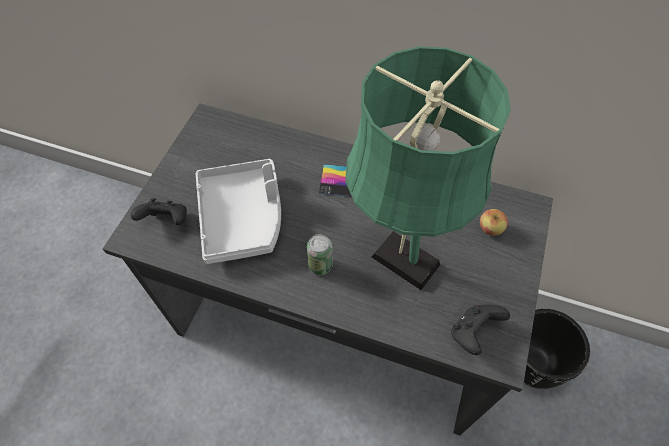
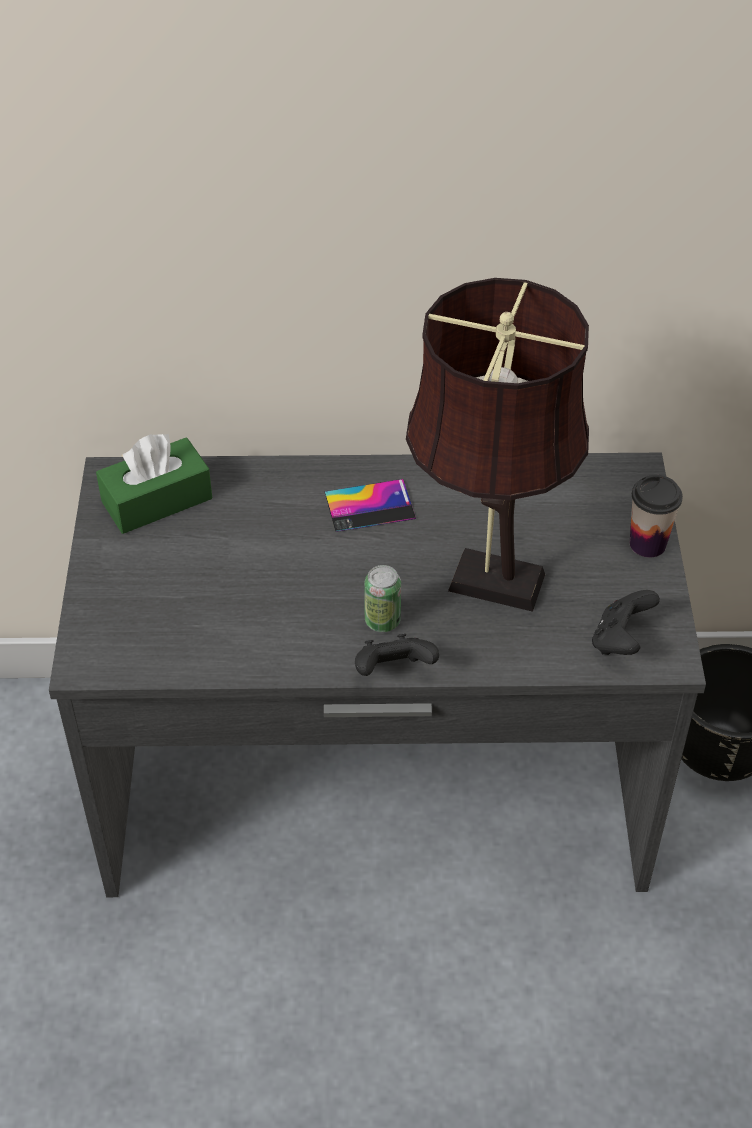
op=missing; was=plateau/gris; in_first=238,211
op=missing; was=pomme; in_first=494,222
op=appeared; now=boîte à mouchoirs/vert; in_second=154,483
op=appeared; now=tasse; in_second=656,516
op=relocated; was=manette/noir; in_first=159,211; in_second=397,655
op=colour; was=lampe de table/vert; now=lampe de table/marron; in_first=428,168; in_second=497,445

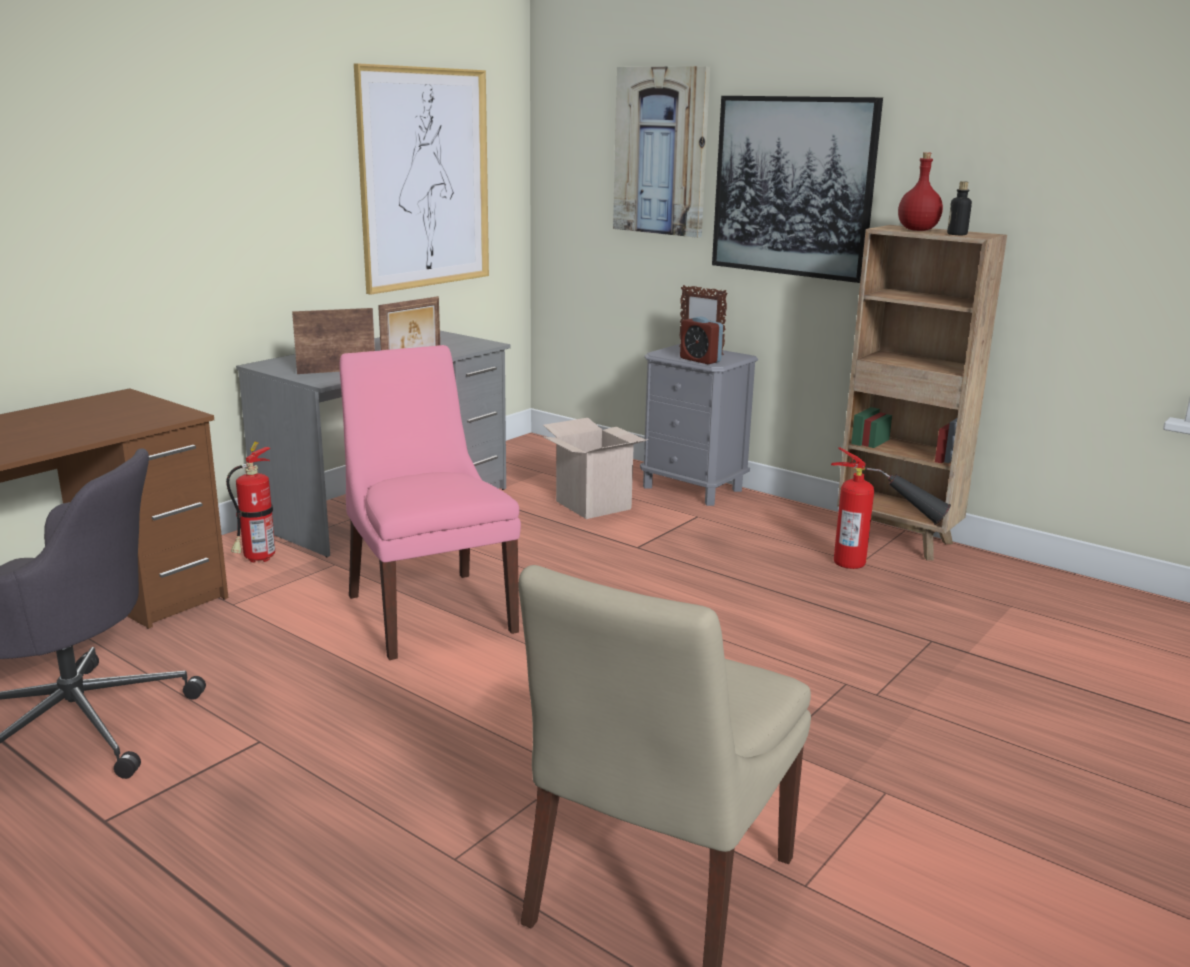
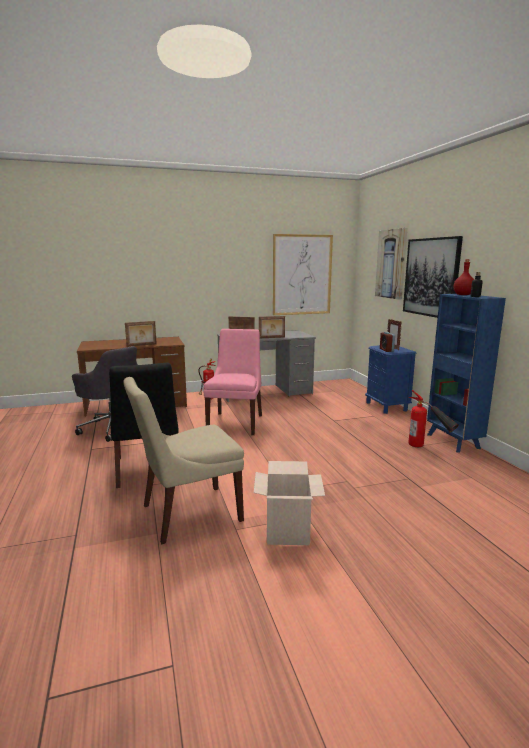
op=appeared; now=chaise/noir; in_second=144,425
op=appeared; now=cadre photo; in_second=141,334
op=relocated; was=carton; in_first=596,468; in_second=289,503
op=colour; was=table de chevet/gris; now=table de chevet/bleu; in_first=699,425; in_second=391,379
op=colour; was=bibliothèque/marron; now=bibliothèque/bleu; in_first=922,393; in_second=466,373

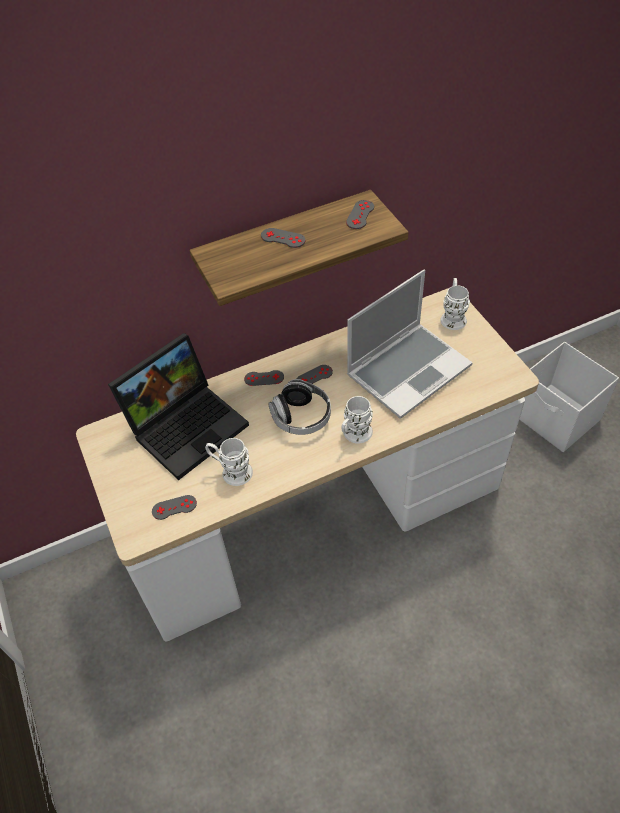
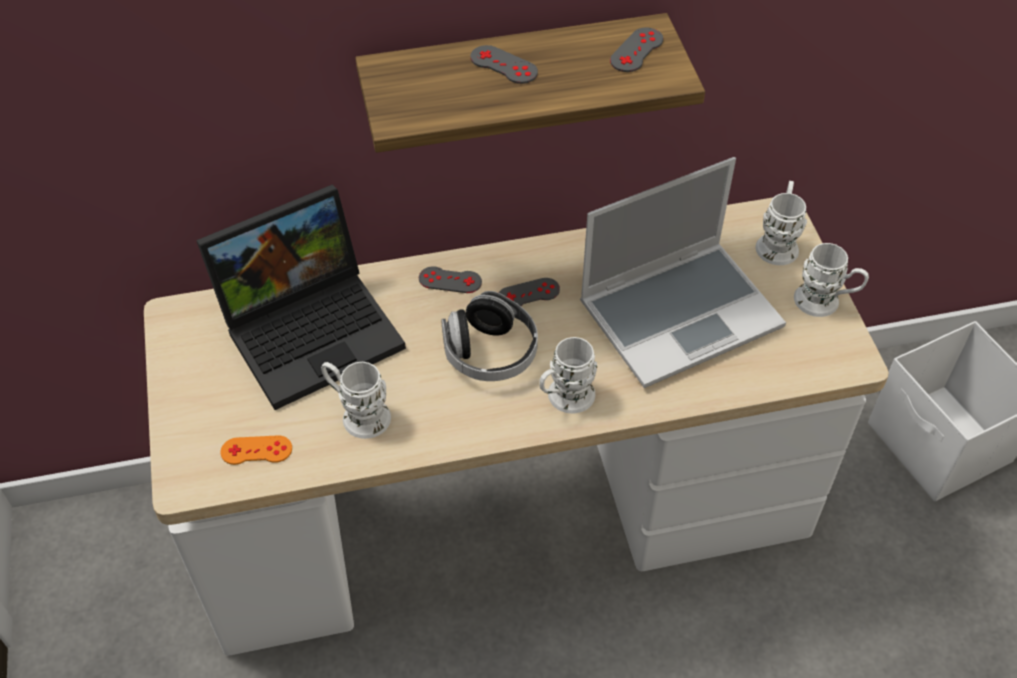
op=appeared; now=mug/blanc; in_second=831,280
op=colour; was=manette/gris; now=manette/orange; in_first=174,507; in_second=256,450

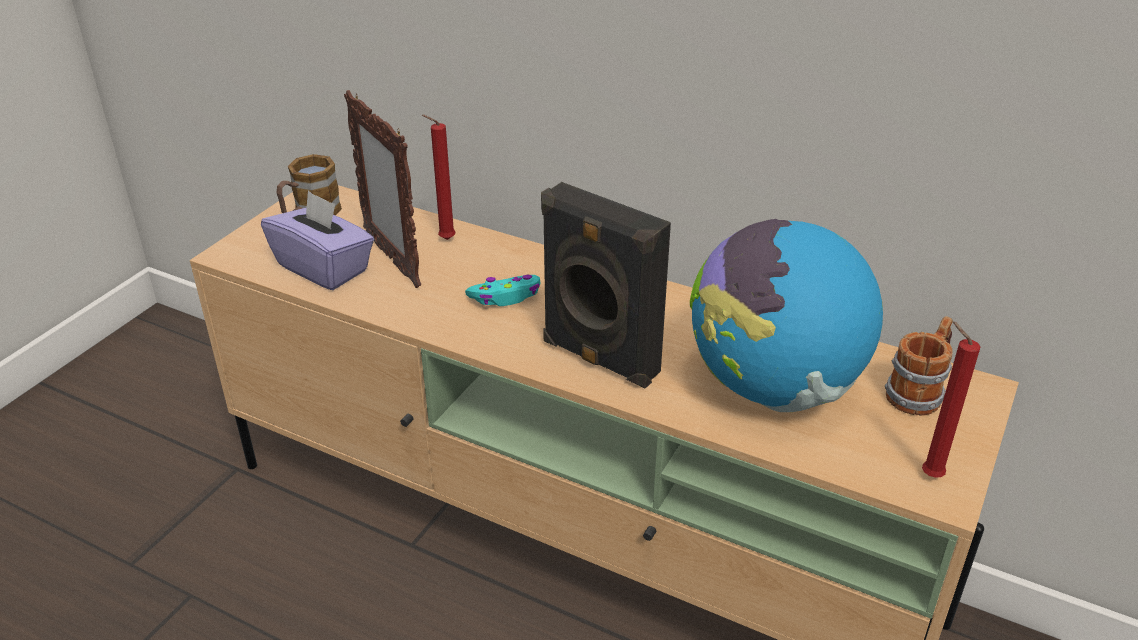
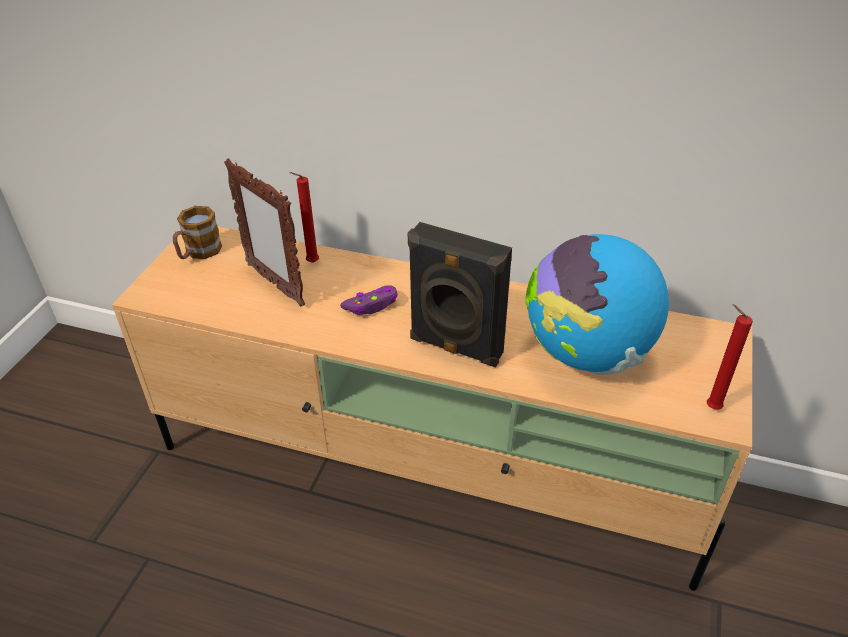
op=missing; was=boîte à mouchoirs/violet; in_first=317,240
op=missing; was=mug; in_first=919,366
op=colour; was=manette/turquoise; now=manette/violet; in_first=503,290; in_second=369,300

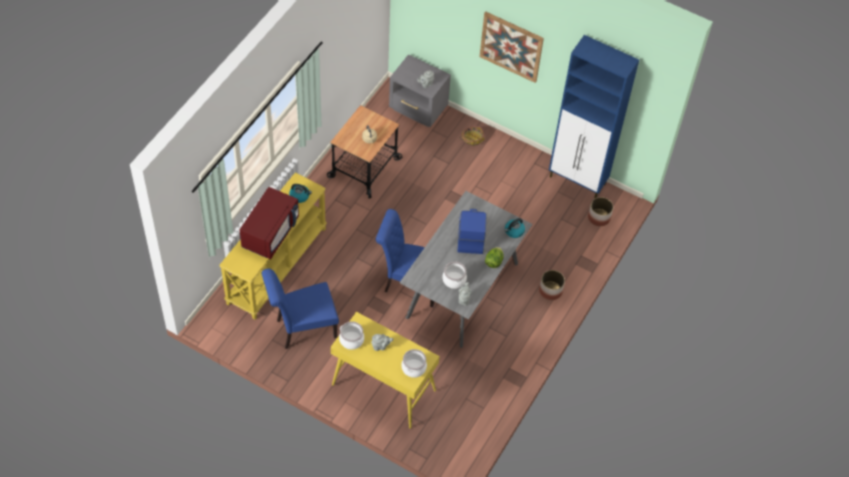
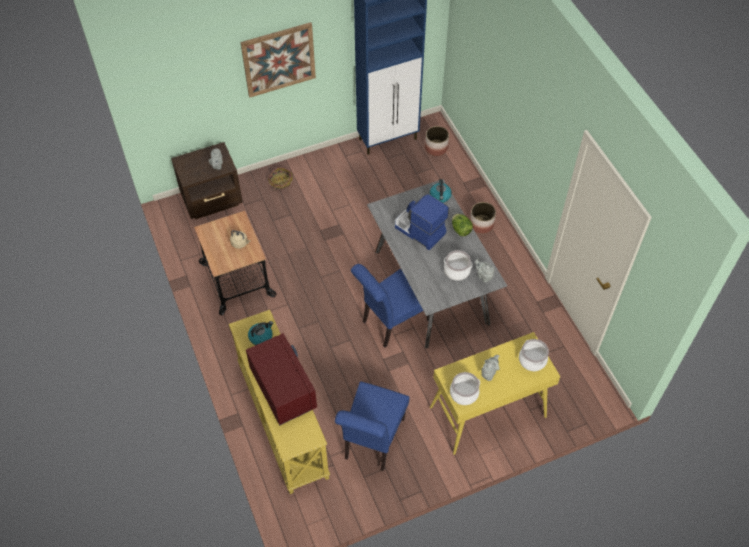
op=colour; was=table de chevet/gris; now=table de chevet/marron; in_first=420,90; in_second=207,180

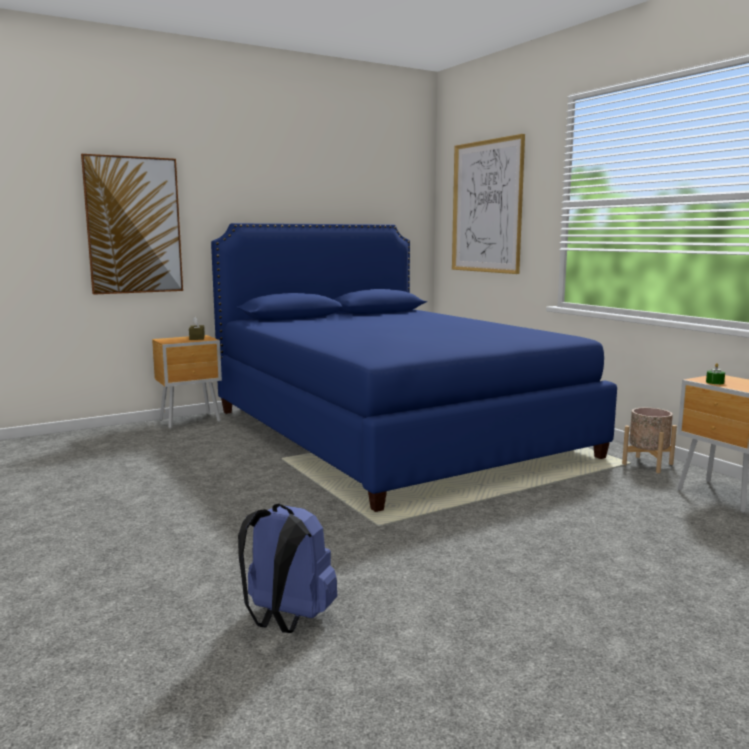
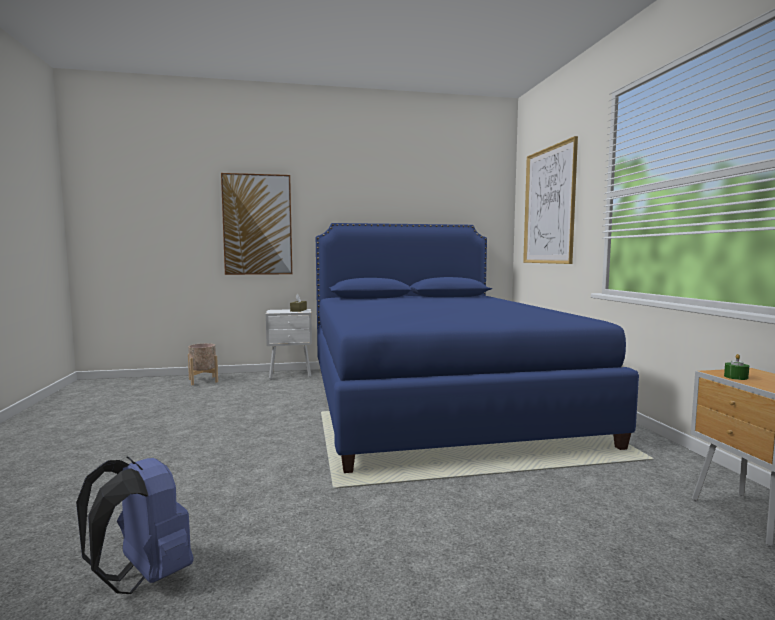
op=relocated; was=cache-pot/beige; in_first=649,440; in_second=203,364
op=colour; was=table de chevet/marron; now=table de chevet/blanc; in_first=187,382; in_second=289,344

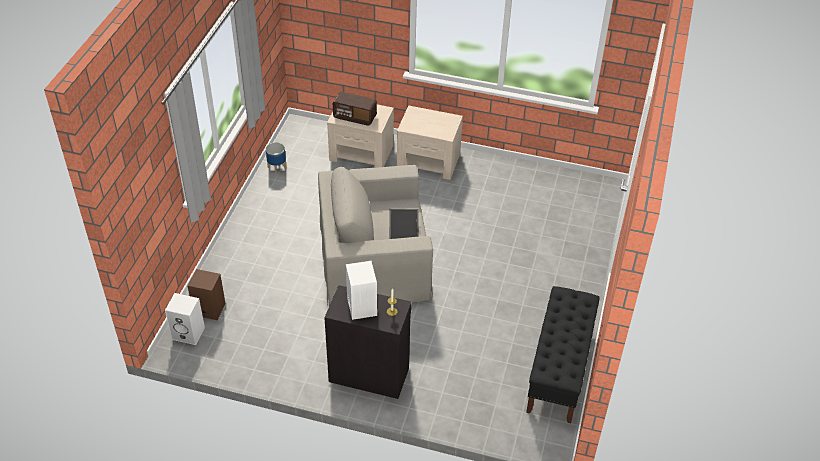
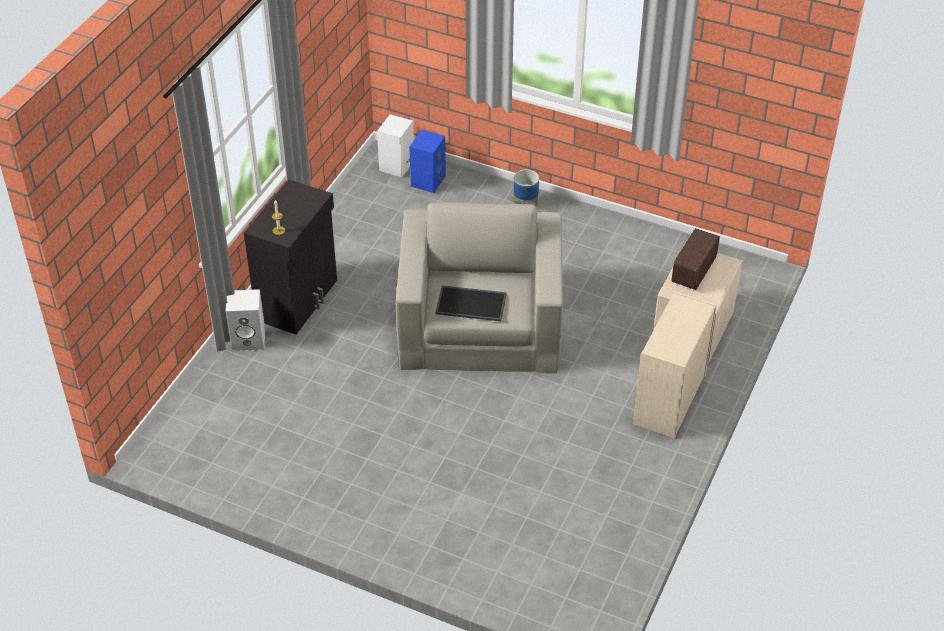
op=missing; was=banc/noir; in_first=563,354
op=relocated; was=cache-pot; in_first=276,158; in_second=526,188
op=relocated; was=enceinte/blanc; in_first=361,290; in_second=245,320
op=exchanged; was=table de chevet/beige; now=commode/beige; in_first=430,142; in_second=675,364
op=colour; was=enceinte/marron; now=enceinte/bleu; in_first=206,294; in_second=427,161

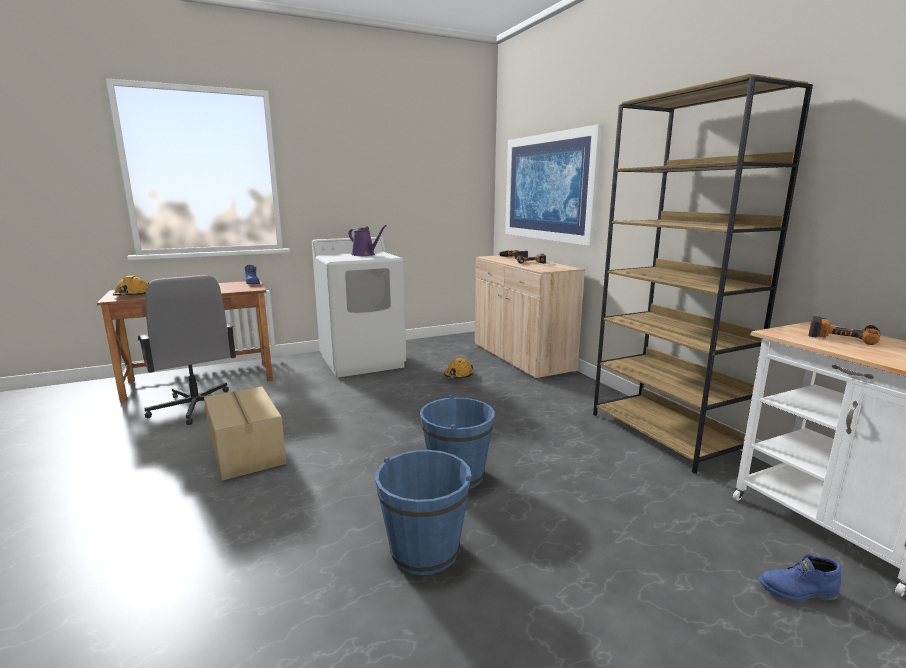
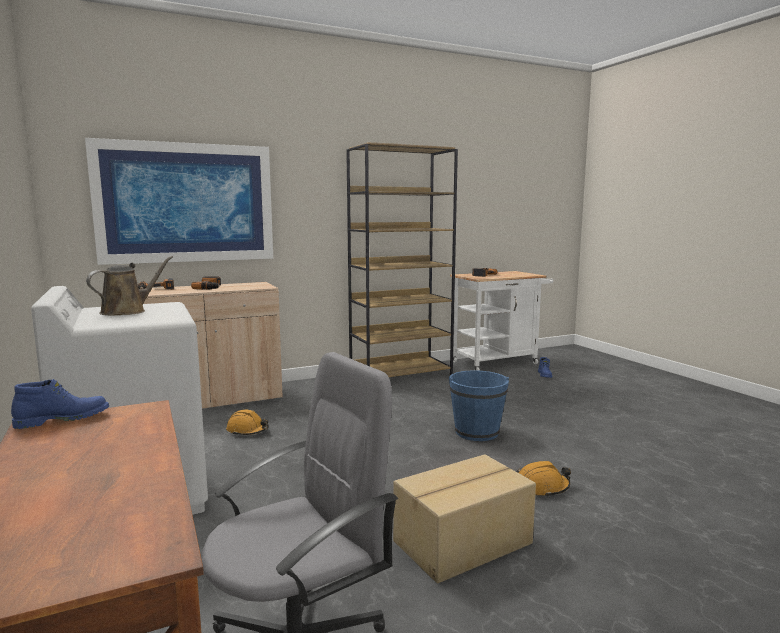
op=missing; was=seau/bleu; in_first=423,512
op=relocated; was=casque de chantier/orange; in_first=131,285; in_second=543,479
op=colour; was=arrosoir/violet; now=arrosoir/marron; in_first=367,240; in_second=129,286

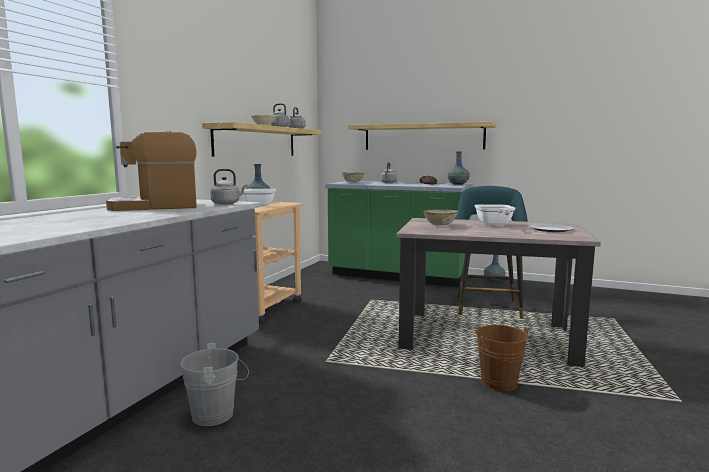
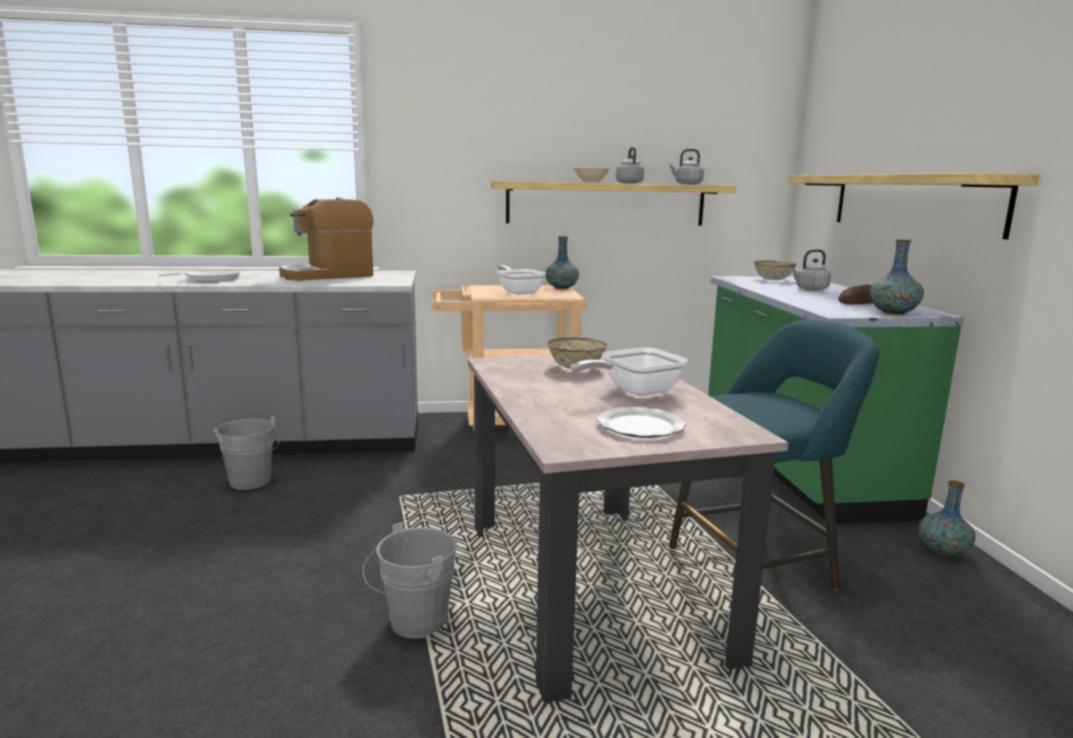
op=missing; was=bouilloire/gris; in_first=228,187
op=appeared; now=poêle; in_second=200,275
op=colour; was=seau/marron; now=seau/gris; in_first=504,358; in_second=410,580
op=spun; was=machine à café; in_first=151,171; in_second=326,239; clockwise=-75

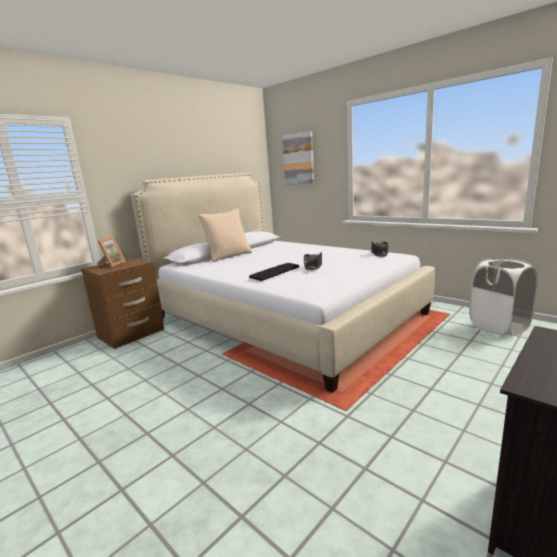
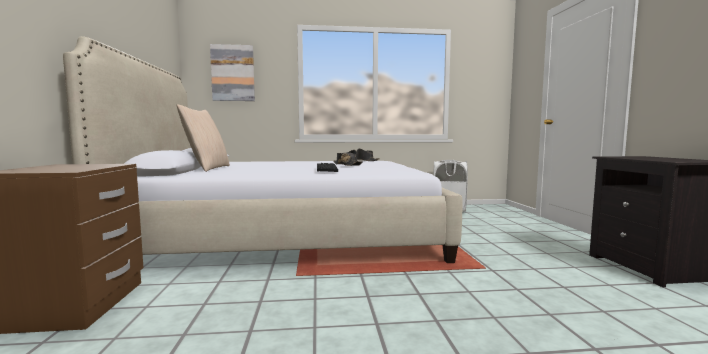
op=missing; was=cadre photo; in_first=111,252

